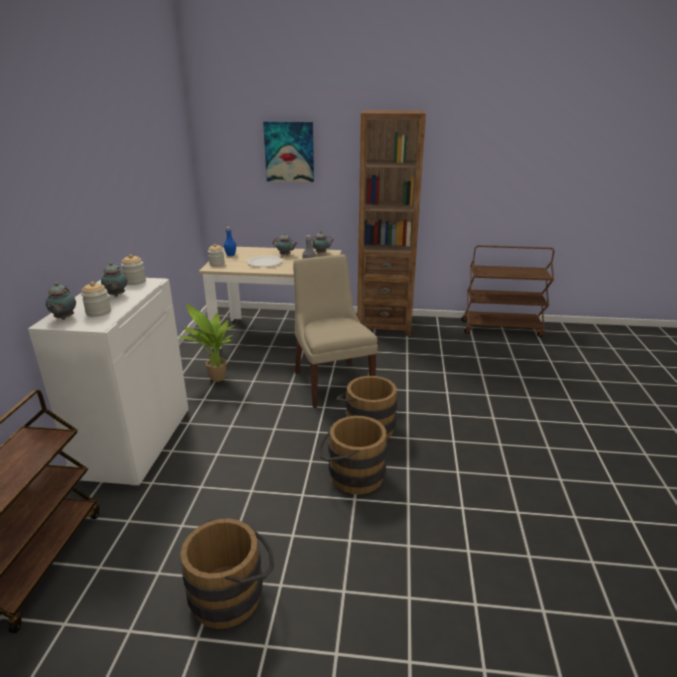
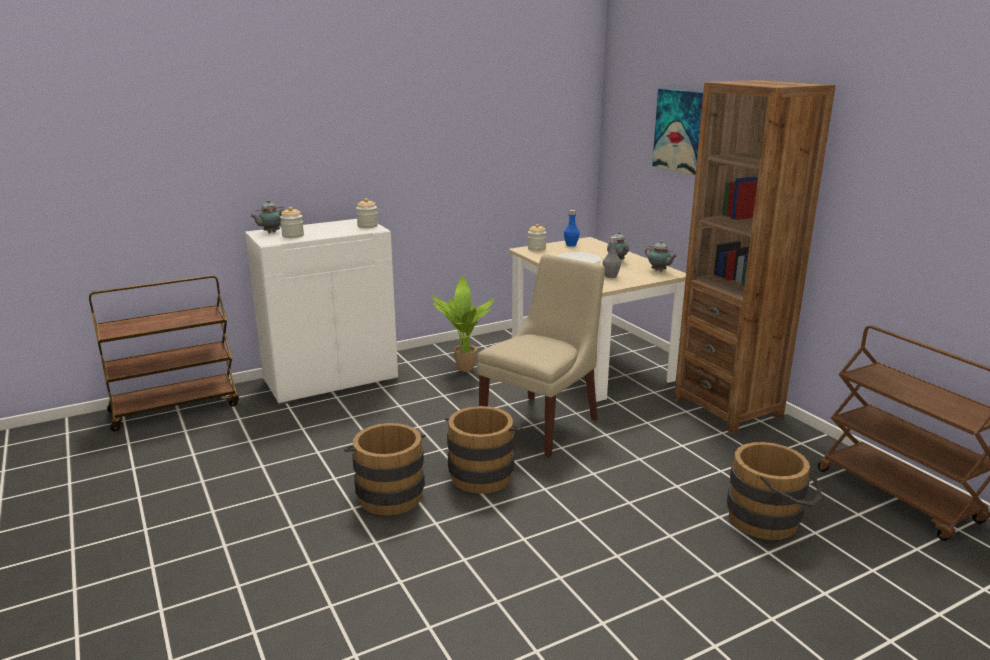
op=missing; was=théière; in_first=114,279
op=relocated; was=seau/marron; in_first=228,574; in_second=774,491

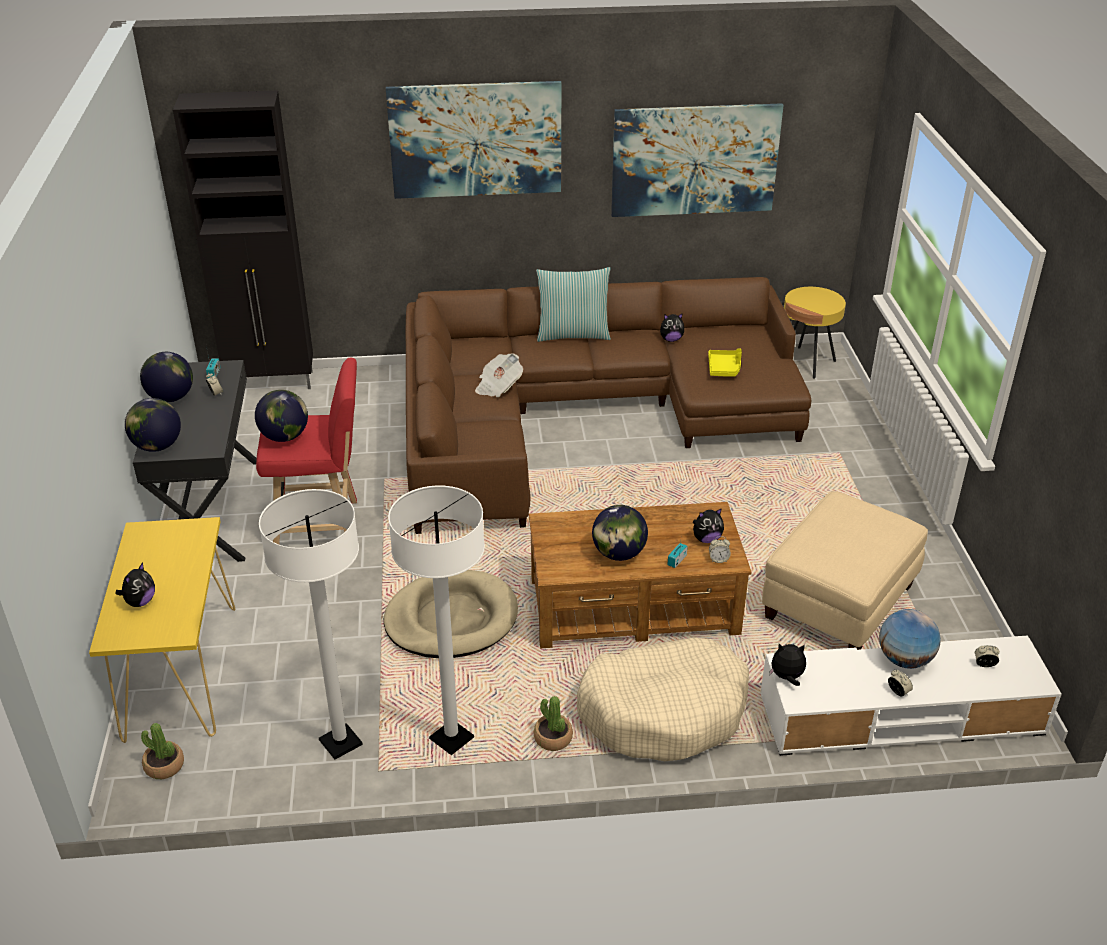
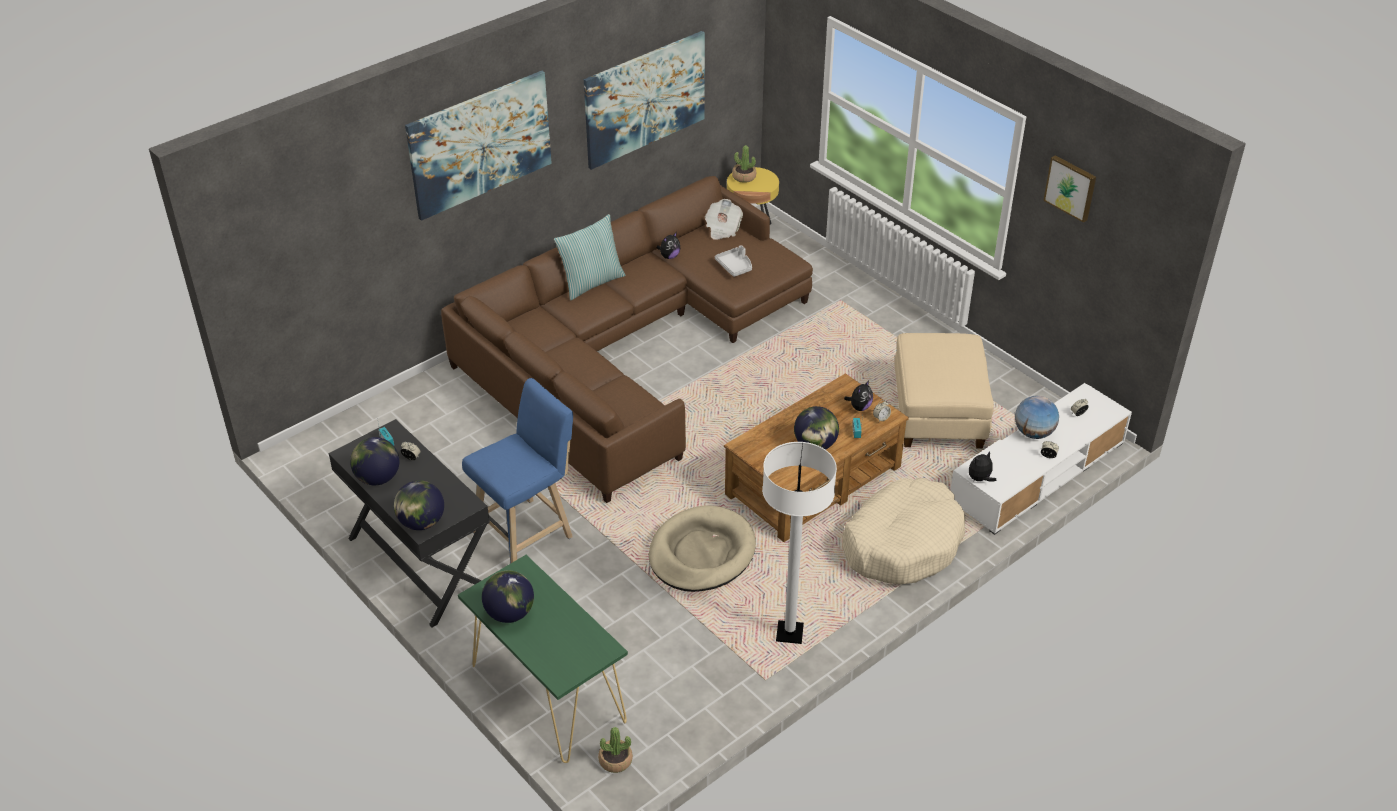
op=missing; was=peluche; in_first=135,584
op=missing; was=meuble de rangement/noir; in_first=243,239
op=missing; was=lampadaire/blanc; in_first=311,624
op=appeared; now=tableau; in_second=1069,189
op=relocated; was=globe; in_first=281,416; in_second=508,596
op=relocated; was=journal; in_first=499,375; in_second=724,219
op=relocated; was=plante en pot; in_first=553,723; in_second=744,164
op=colour; was=table console/jaune; now=table console/vert; in_first=162,630; in_second=543,659
op=colour; was=tabouret/rouge; now=tabouret/bleu; in_first=306,451; in_second=517,471
op=colour; was=plateau/jaune; now=plateau/gris; in_first=725,362; in_second=733,261

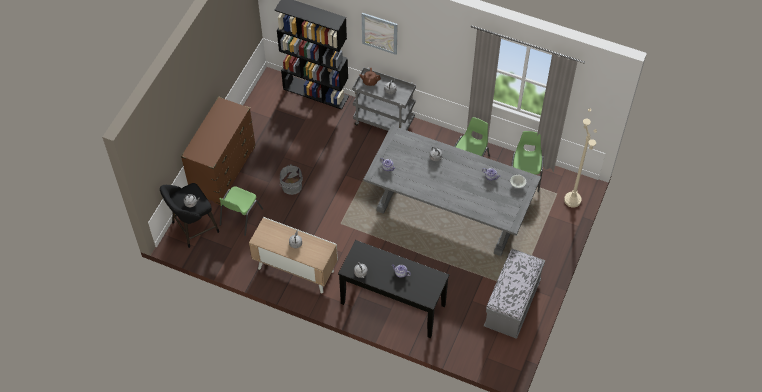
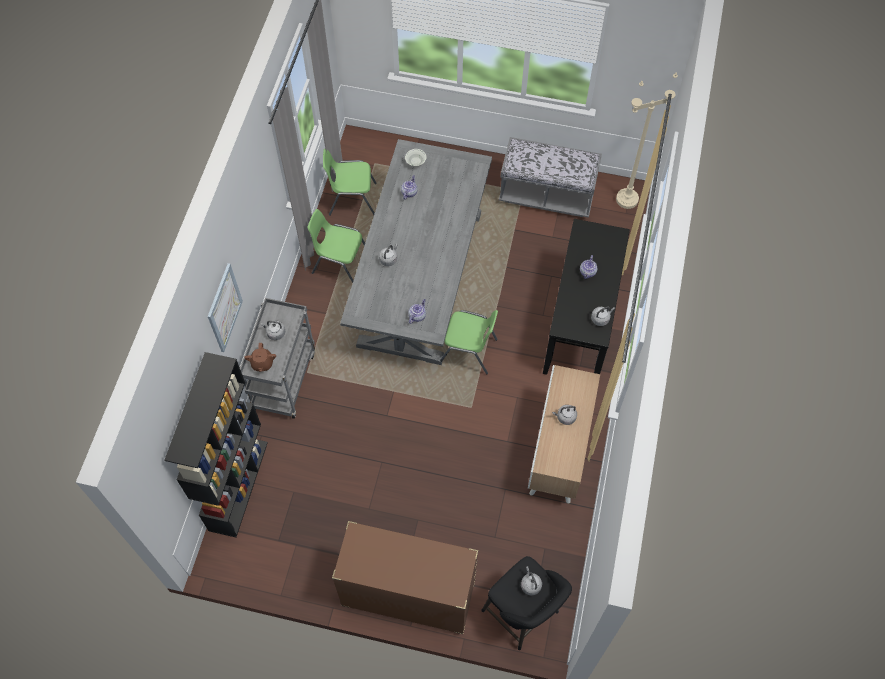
op=missing; was=seau/gris; in_first=291,179
op=relocated; was=chaise/vert; in_first=241,211; in_second=469,342
op=relocated; was=lampadaire/beige; in_first=580,158; in_second=647,141

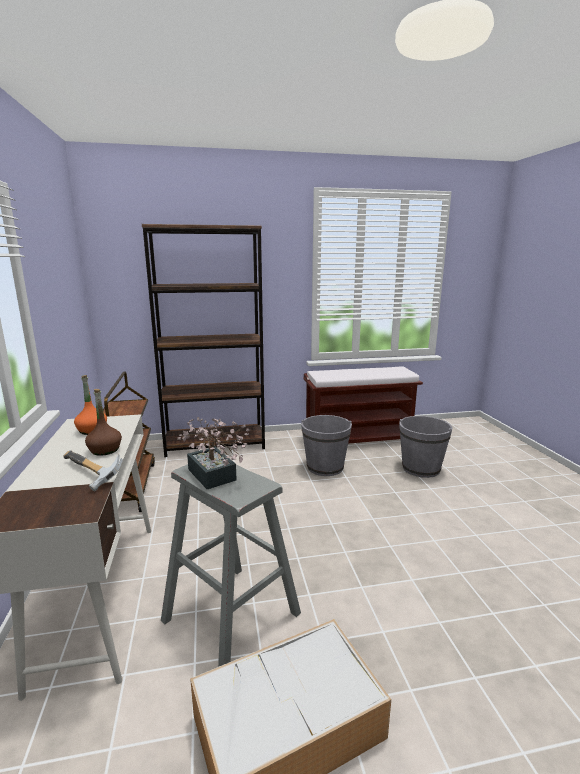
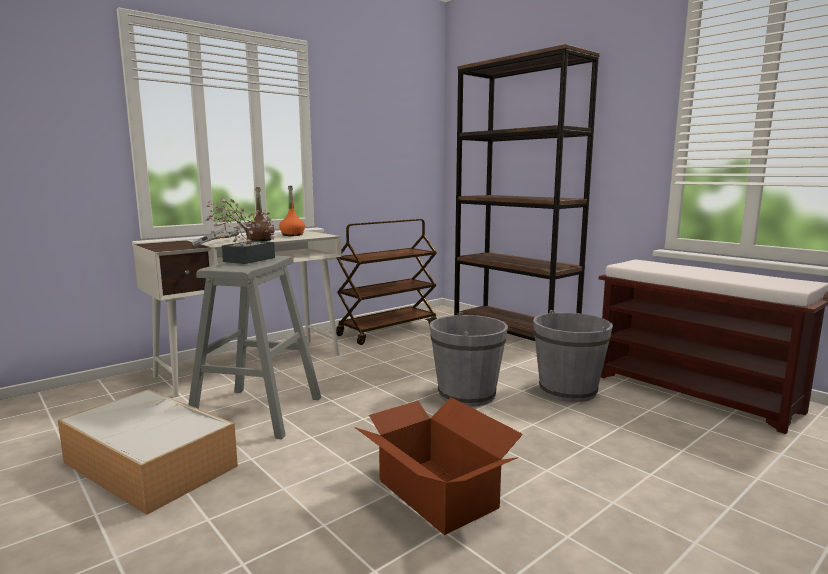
op=appeared; now=carton; in_second=439,466
op=relocated; was=seau/gris; in_first=425,447; in_second=468,359

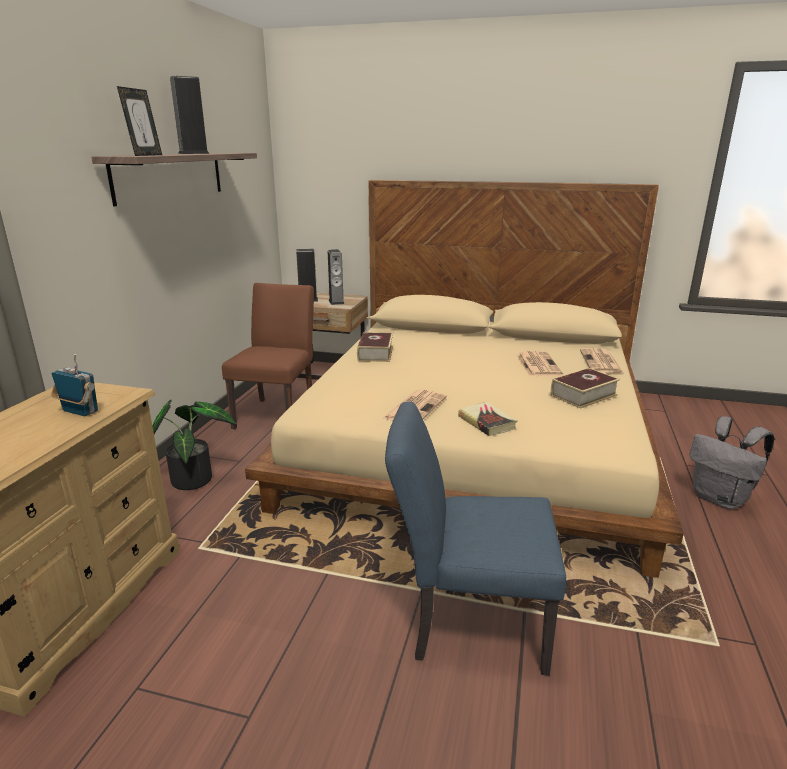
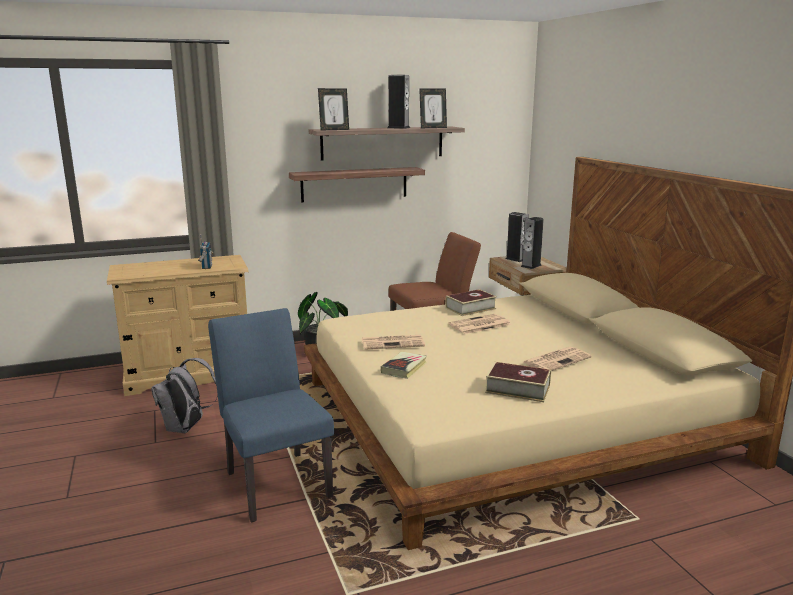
op=appeared; now=étagère; in_second=357,184
op=appeared; now=cadre photo; in_second=433,108
op=relocated; was=journal; in_first=601,360; in_second=480,324
op=relocated; was=sac à dos/gris; in_first=731,462; in_second=184,395

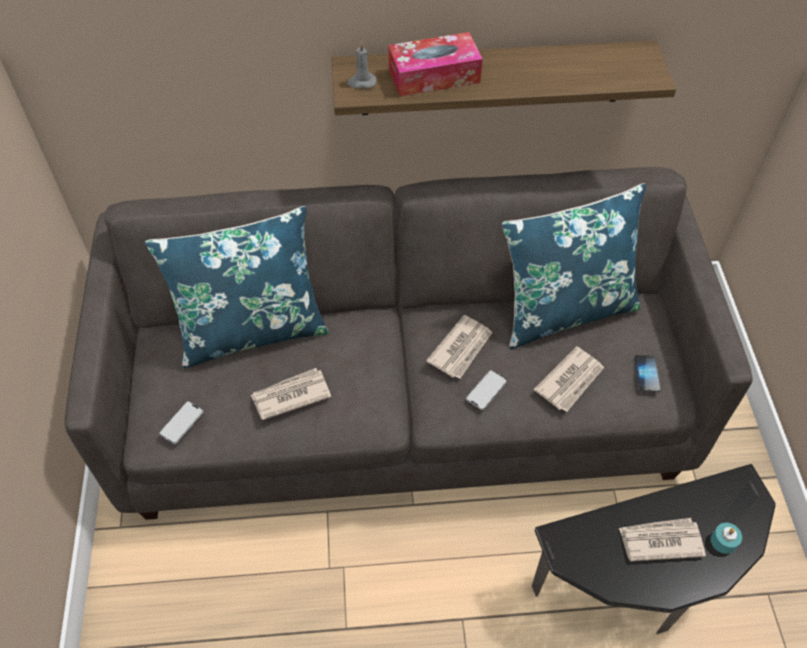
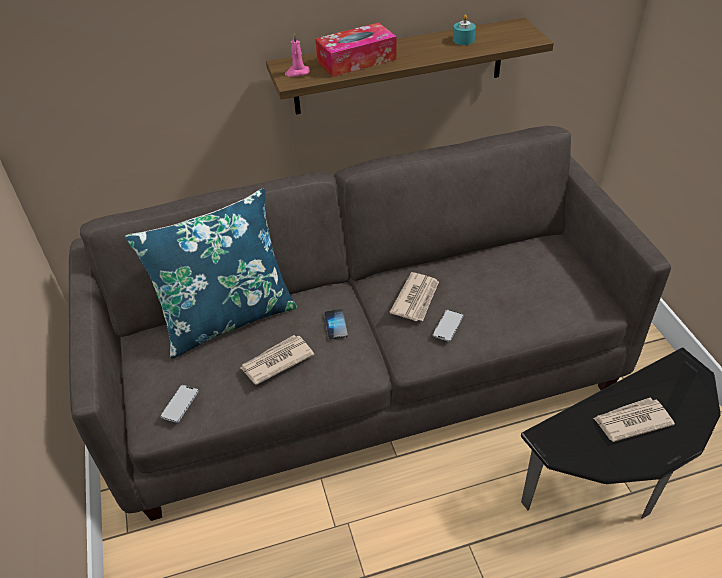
op=missing; was=coussin/bleu; in_first=574,266
op=missing; was=journal; in_first=568,379
op=relocated; was=téléphone; in_first=647,373; in_second=336,324
op=relocated; was=bougie/turquoise; in_first=726,538; in_second=464,29
op=colour; was=bougie/gris; now=bougie/rose; in_first=361,65; in_second=297,55

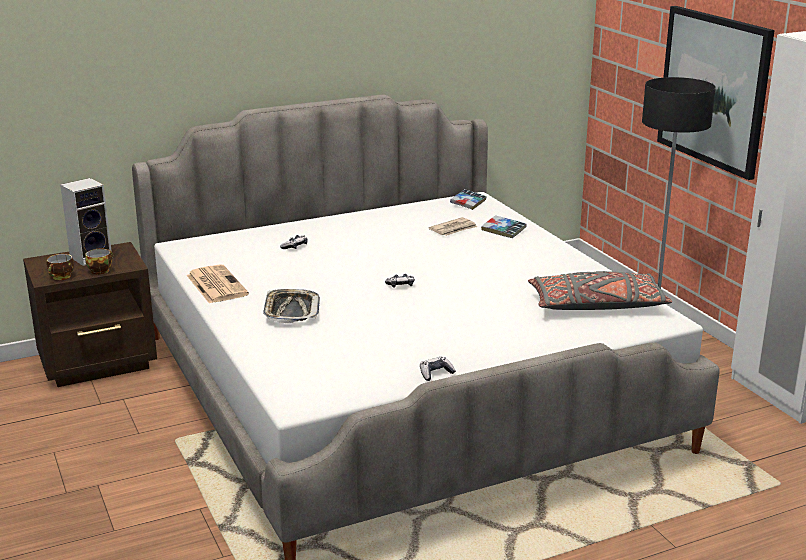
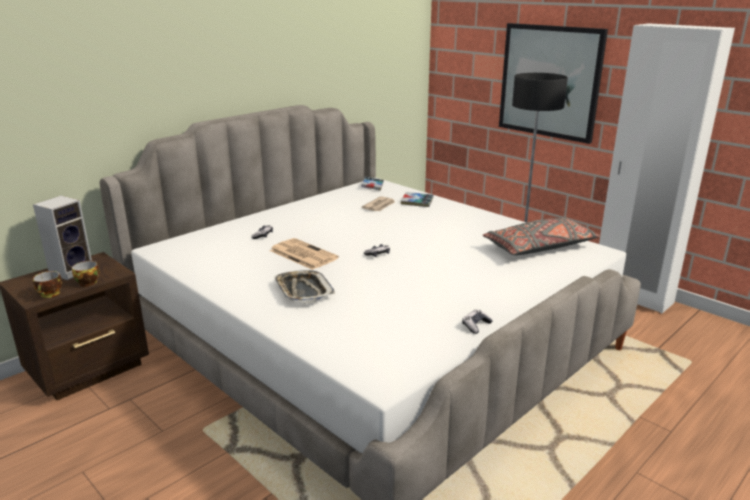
op=relocated; was=journal; in_first=217,284; in_second=304,254

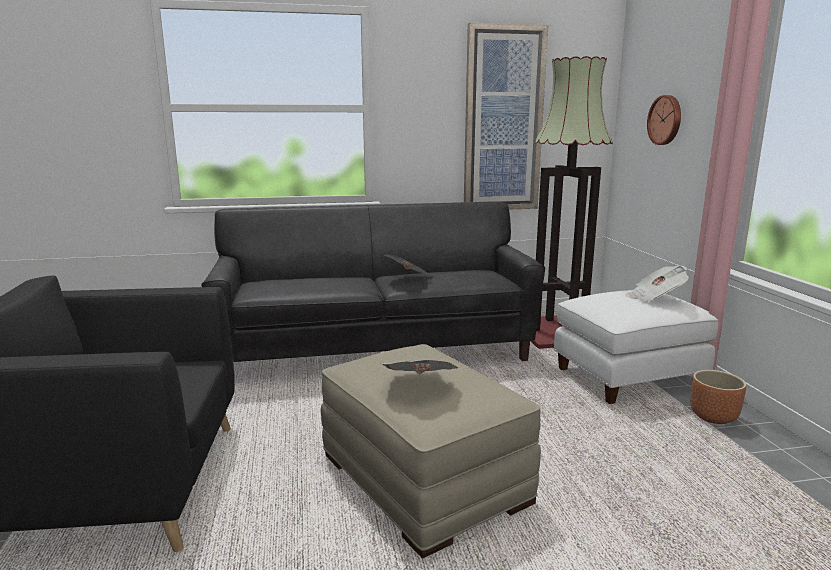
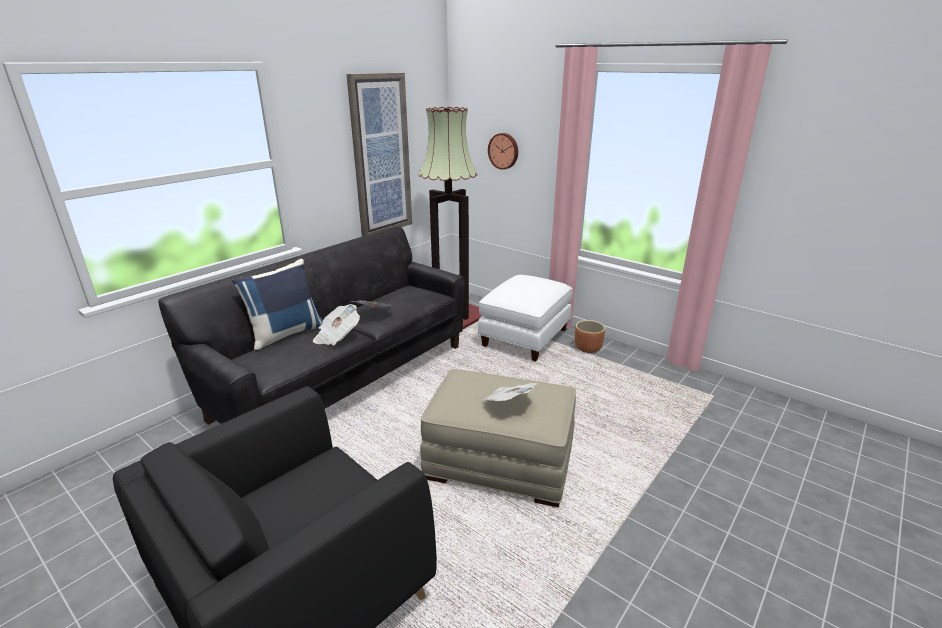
op=appeared; now=coussin/bleu; in_second=277,305
op=relocated; was=journal; in_first=657,283; in_second=336,325

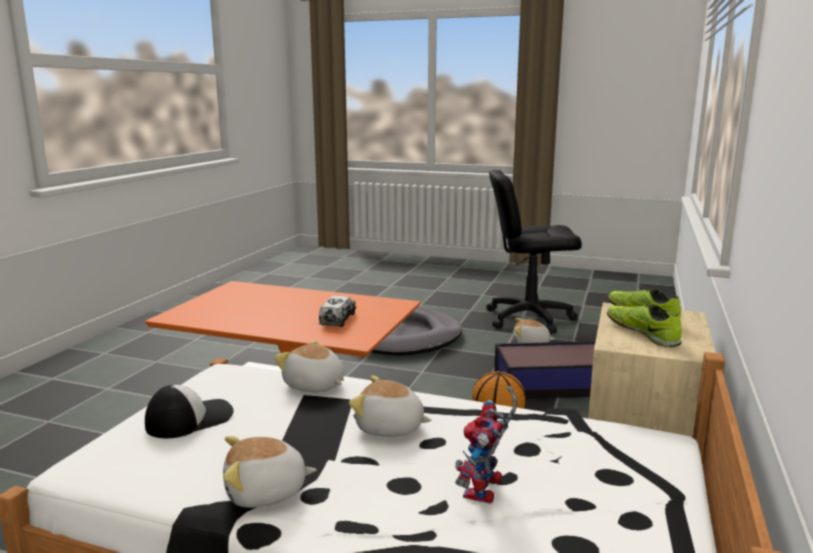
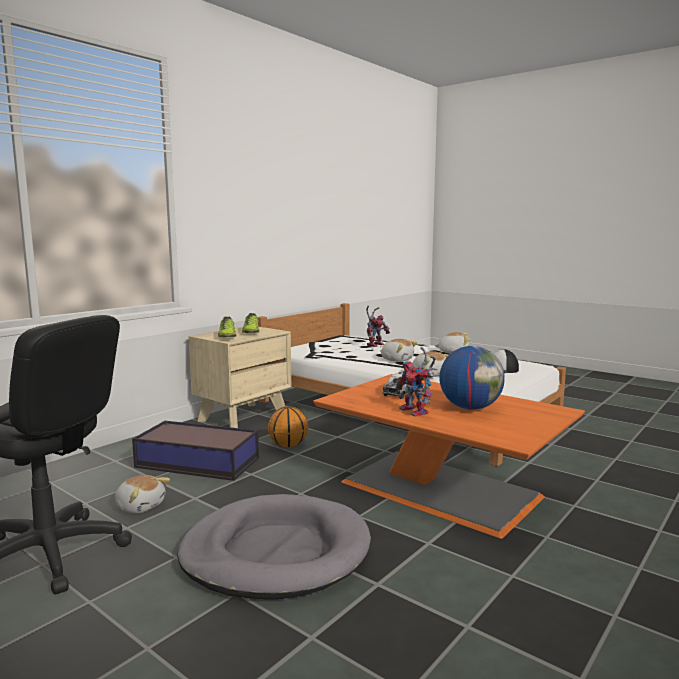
op=appeared; now=robot jouet; in_second=415,382
op=appeared; now=globe; in_second=472,378

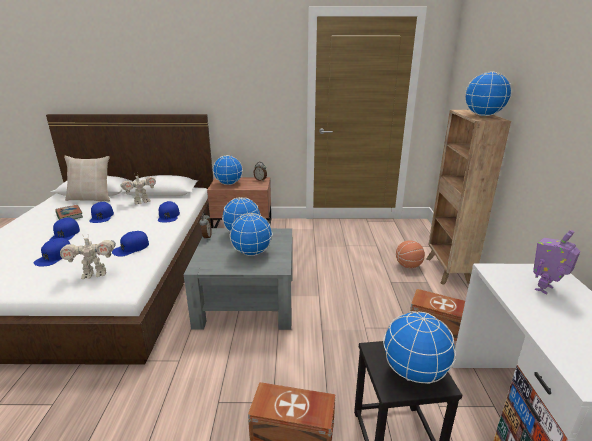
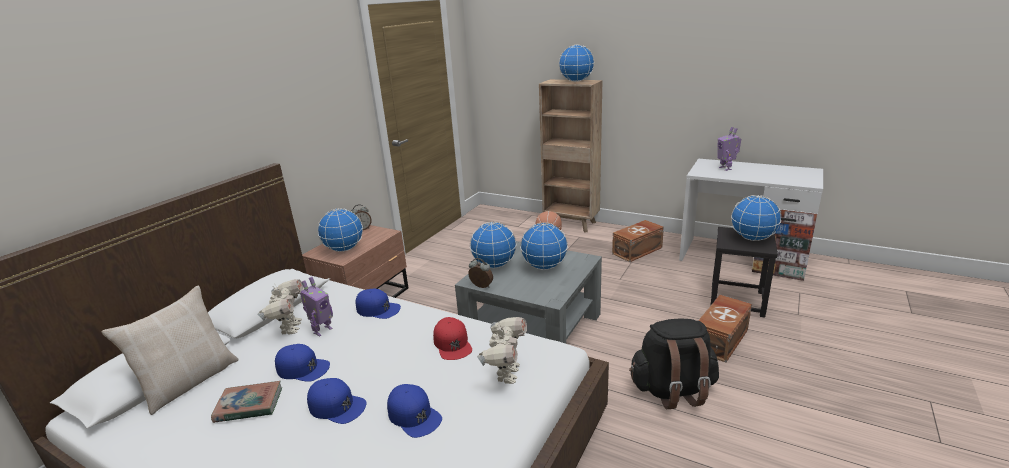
op=appeared; now=robot jouet; in_second=316,307
op=appeared; now=sac à dos/noir; in_second=674,363
op=colour; was=casquette/bleu; now=casquette/rouge; in_first=130,244; in_second=452,338

